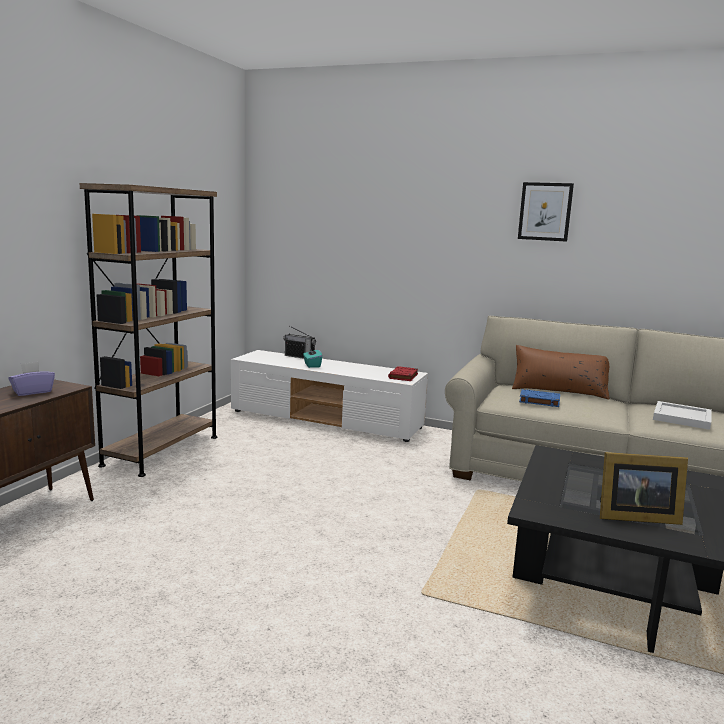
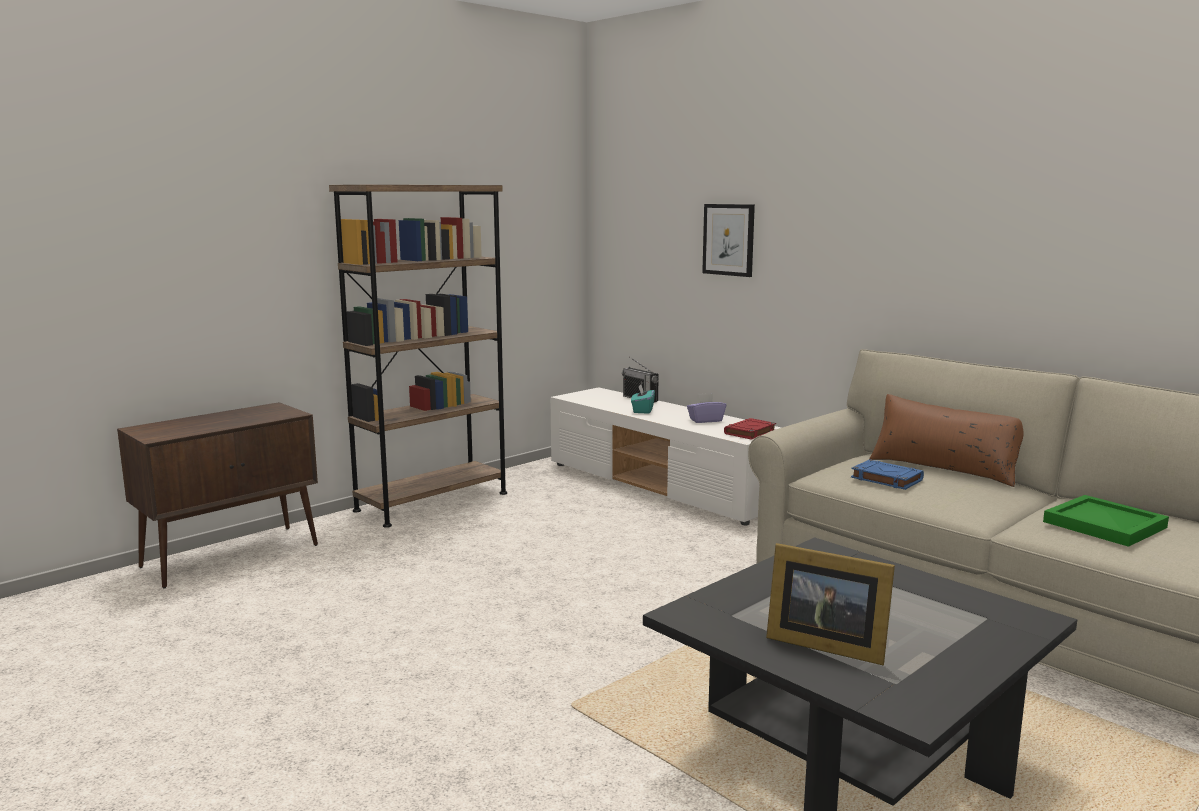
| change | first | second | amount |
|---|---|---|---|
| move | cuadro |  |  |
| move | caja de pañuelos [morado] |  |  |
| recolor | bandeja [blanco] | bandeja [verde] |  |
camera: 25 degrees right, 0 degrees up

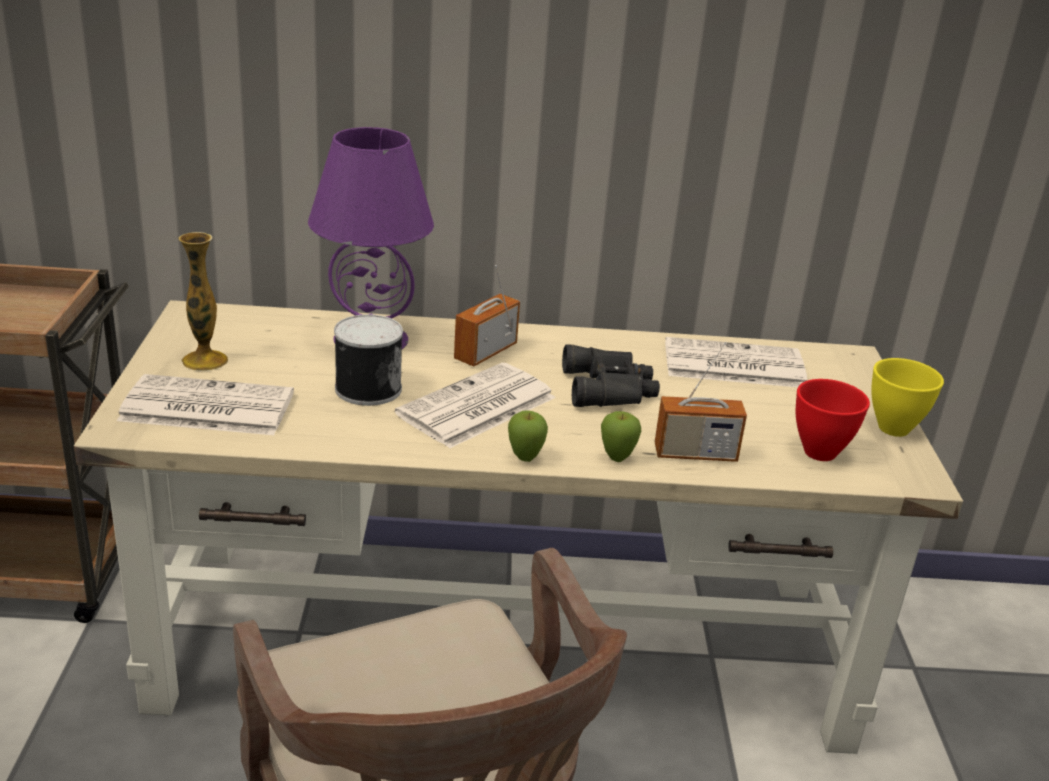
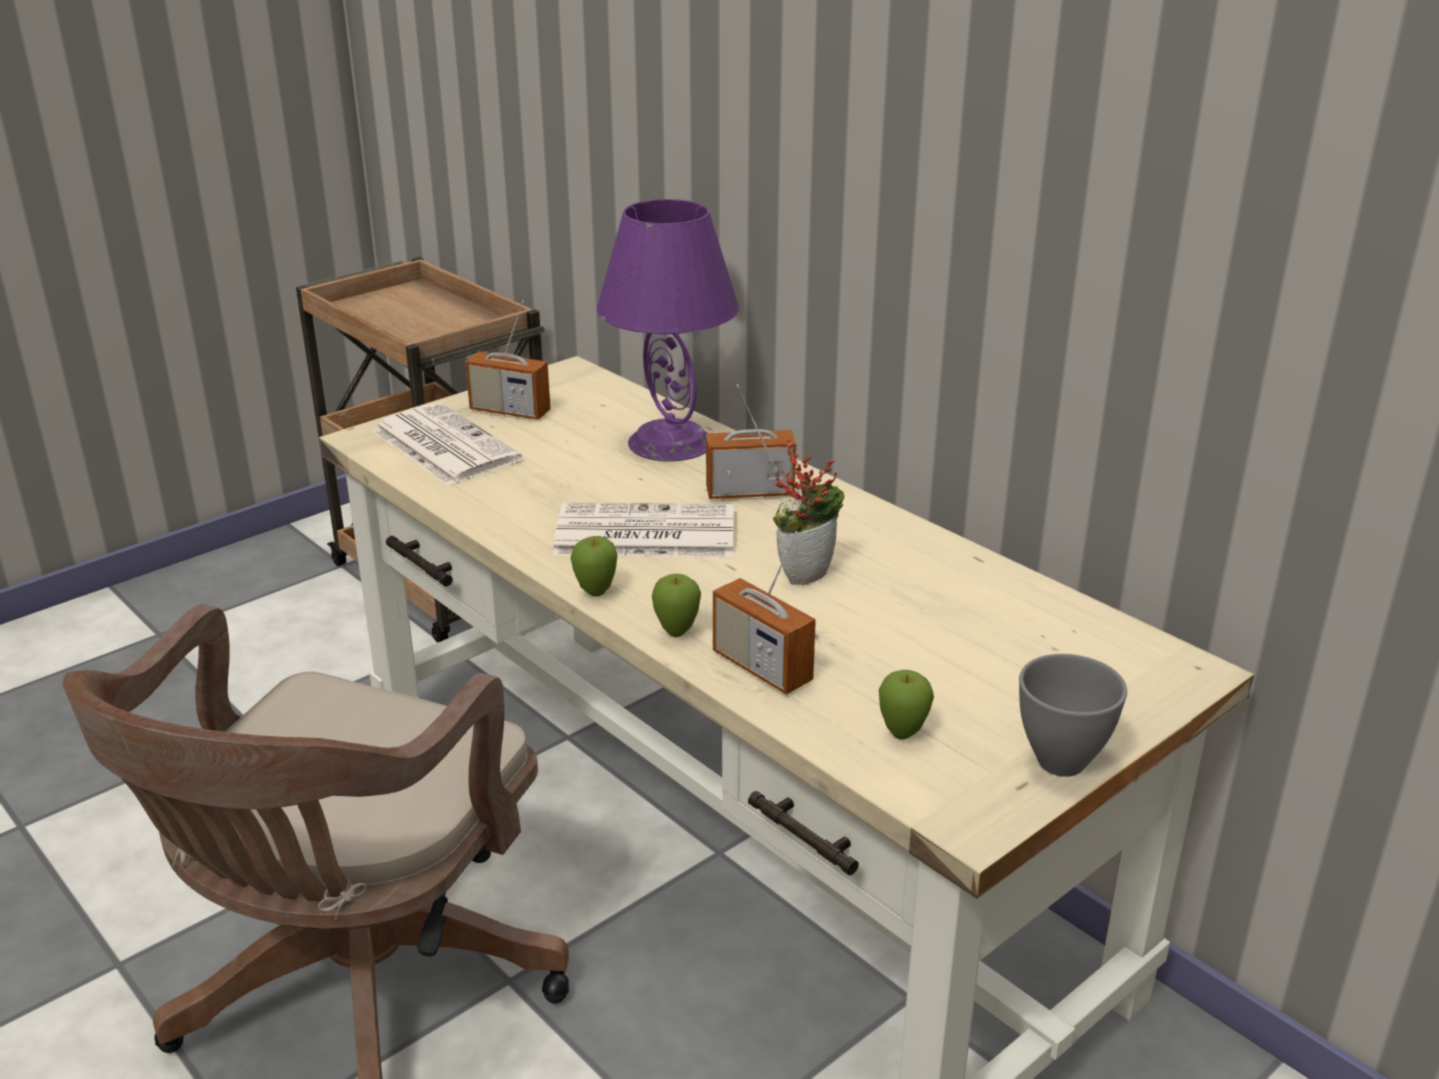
| change | first | second | amount |
|---|---|---|---|
| replace | florero | radio (1st from left) |  |
| delete | lata |  |  |
| delete | periódico (3rd from left) |  |  |
| replace | prismáticos [negro] | planta en maceta |  |
| recolor | cuenco [amarillo] | cuenco [gris] |  |
| replace | cuenco [rojo] | manzana (3rd from left) |  |
camera: 50 degrees right, 0 degrees up

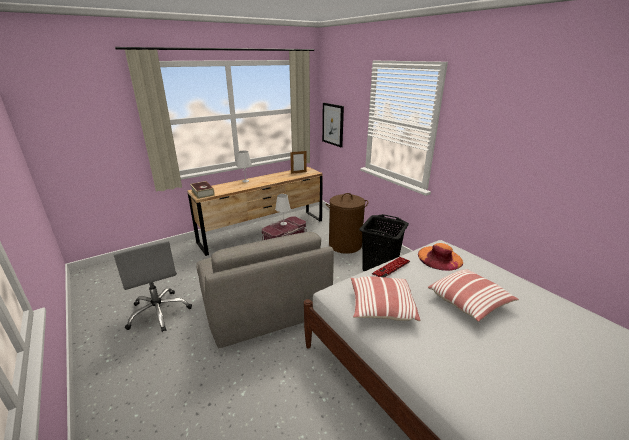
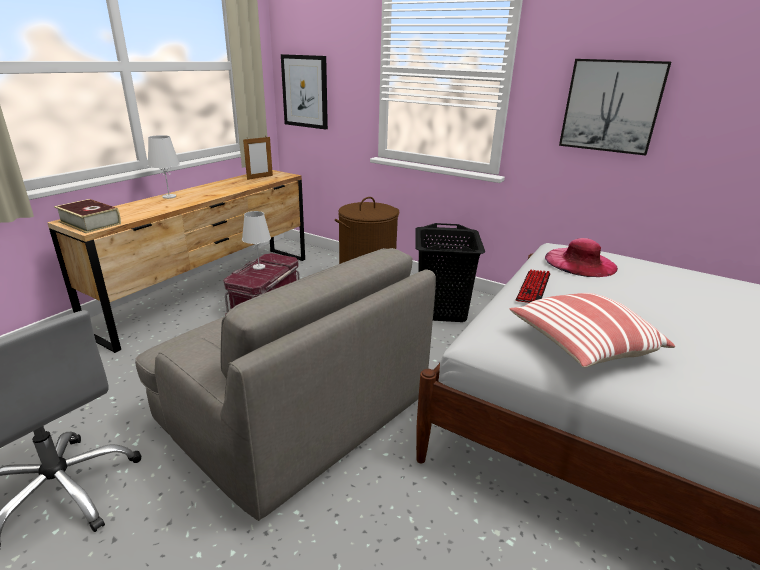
| change | first | second | amount |
|---|---|---|---|
| recolor | sombrero [naranja] | sombrero [rosa] |  |
| delete | cojín (2nd from left) |  |  |
| insert |  | cuadro (2nd from left) |  |
camera: 25 degrees left, 0 degrees up

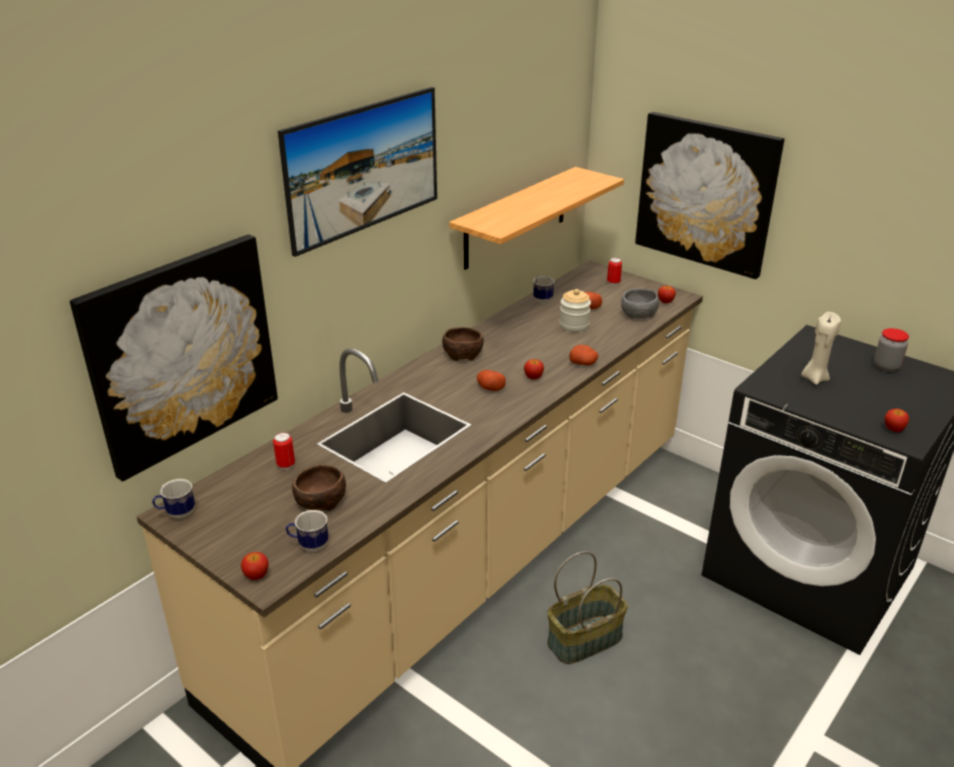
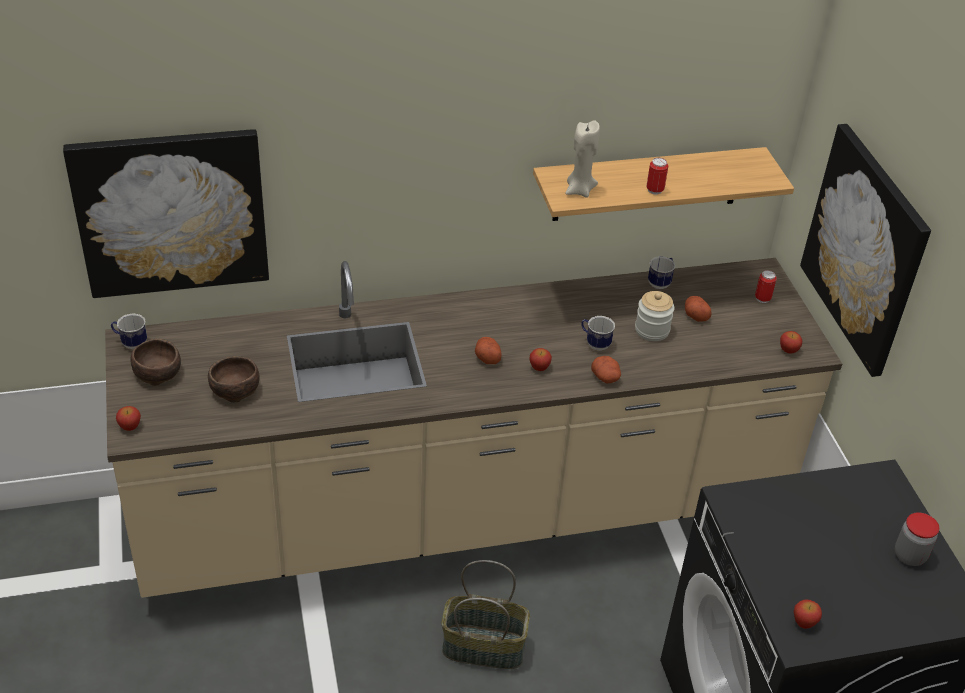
| change | first | second | amount |
|---|---|---|---|
| delete | cuadro (2nd from left) |  |  |
| delete | cuenco [gris] |  |  |
| move | vela [beis] |  |  |
| move | cuenco [marrón] (2nd from left in the first image) | cuenco [marrón] (1st from left) |  |
| move | lata (1st from left) |  |  |
| move | taza grande (2nd from left) |  |  |
camera: 35 degrees right, 10 degrees up

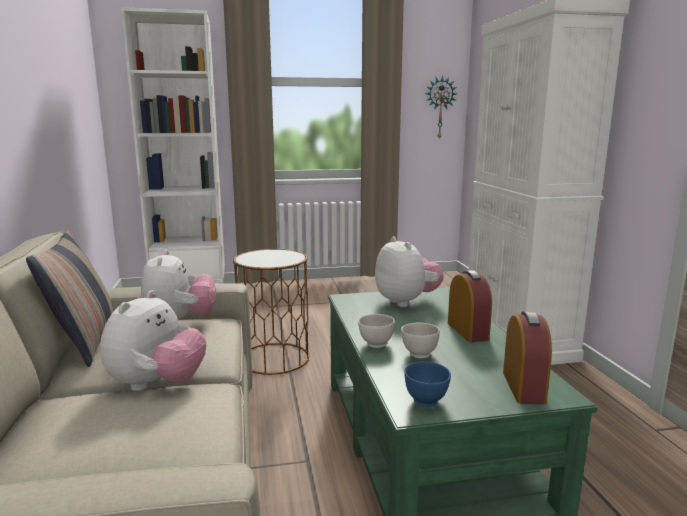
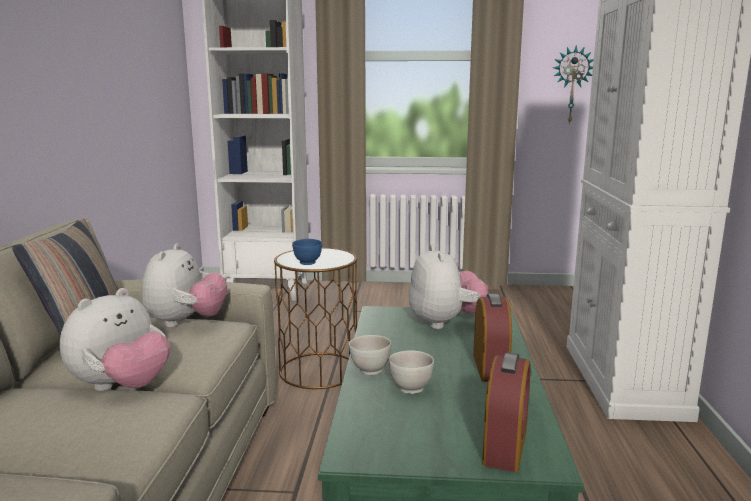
| change | first | second | amount |
|---|---|---|---|
| move | cuenco [azul] |  |  |
camera: 15 degrees right, 0 degrees up

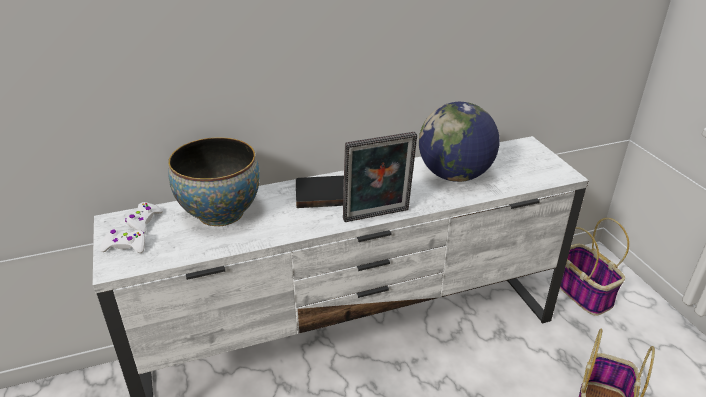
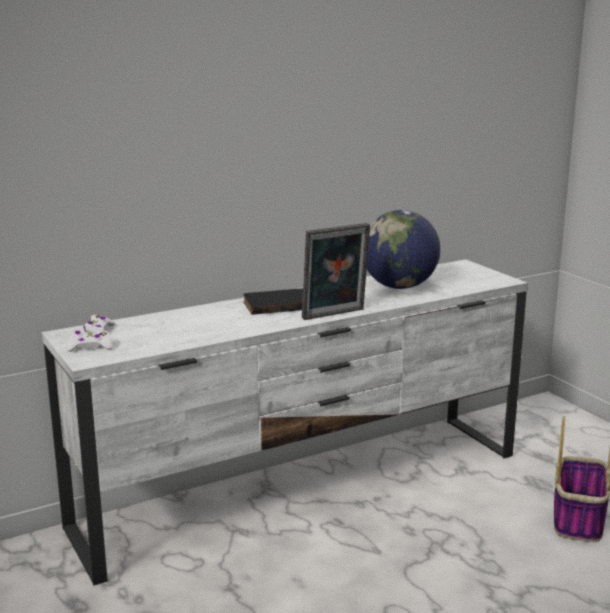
| change | first | second | amount |
|---|---|---|---|
| delete | cuenco |  |  |
| delete | cesta (1st from left) |  |  |
camera: 10 degrees left, 15 degrees down

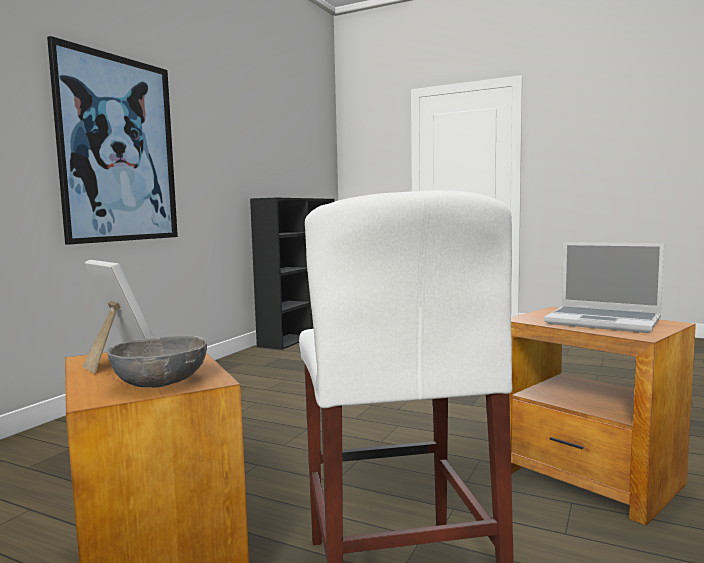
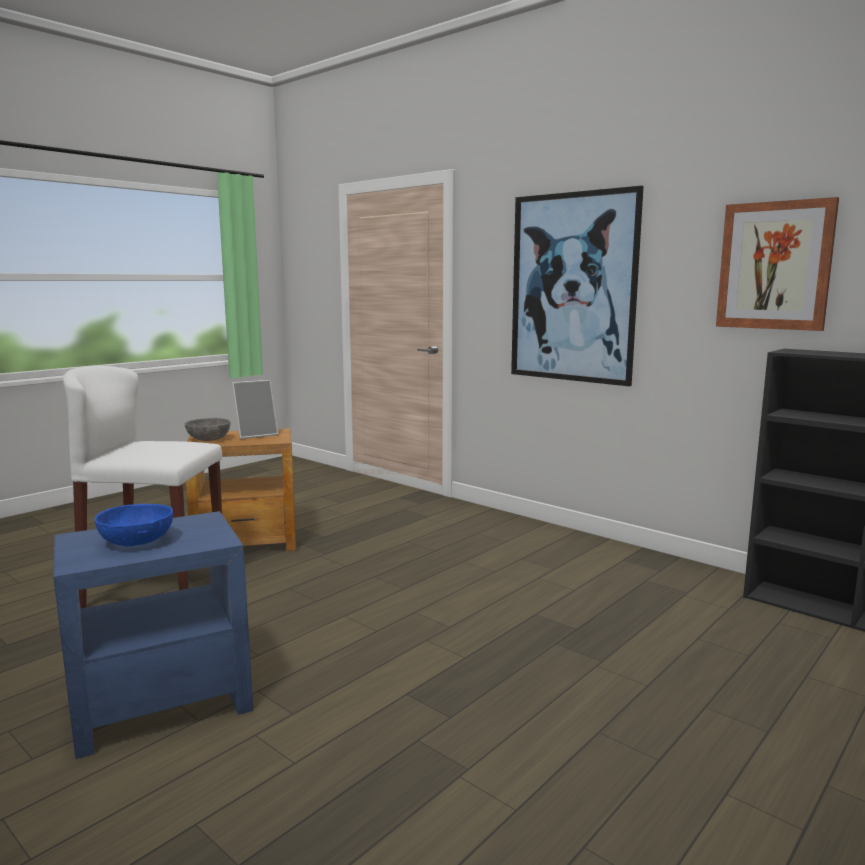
| change | first | second | amount |
|---|---|---|---|
| replace | portátil | cuenco [azul] |  |
| recolor | mesa auxiliar [marrón] (2nd from left) | mesa auxiliar [azul] |  |
| insert |  | cuadro (2nd from left) |  |
camera: 105 degrees right, 5 degrees up

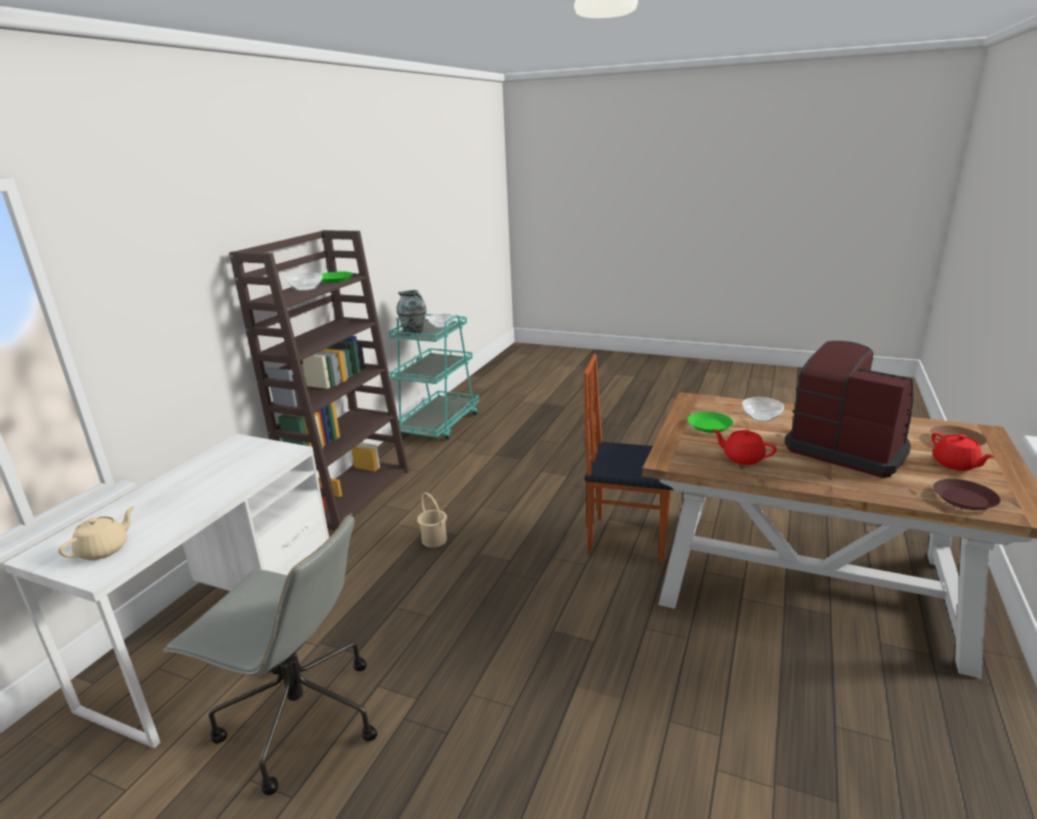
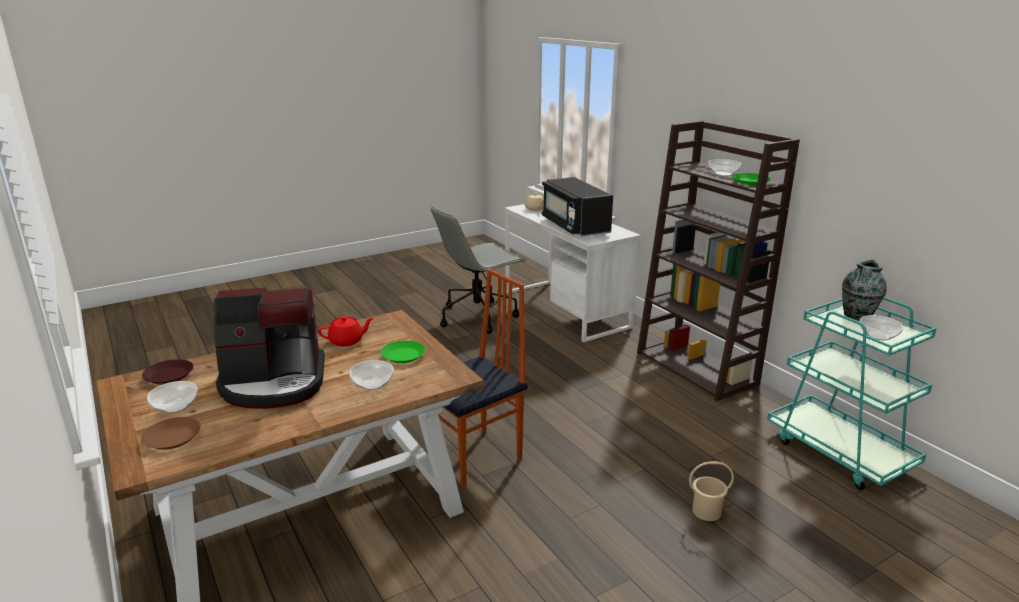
| change | first | second | amount |
|---|---|---|---|
| replace | tetera [rojo] (2nd from left) | cuenco (1st from left) |  |
| move | cubo [beis] |  |  |
| insert |  | microondas [negro] |  |
camera: 125 degrees right, 0 degrees up

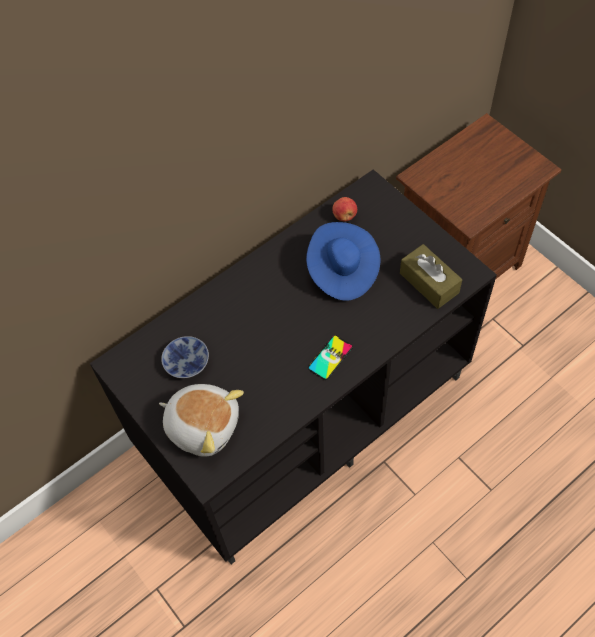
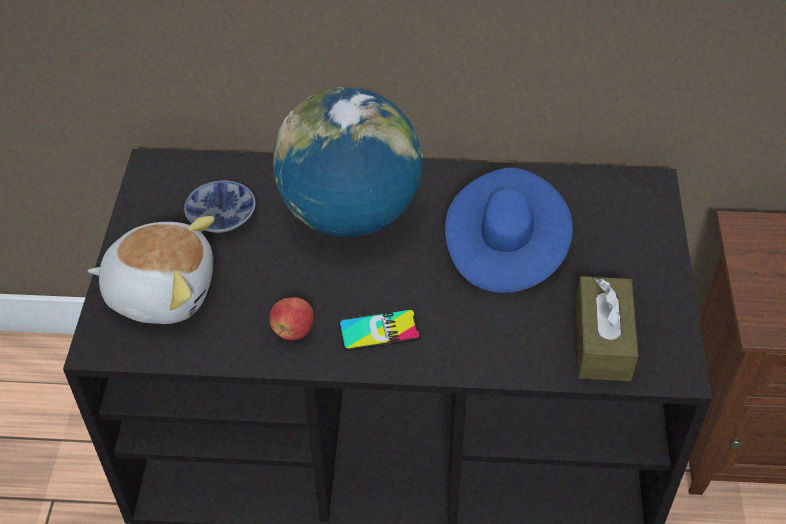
| change | first | second | amount |
|---|---|---|---|
| move | manzana |  |  |
| rotate | peluche |  | 60 degrees counterclockwise |
| insert |  | globo terráqueo |  |
camera: 40 degrees right, 10 degrees down

